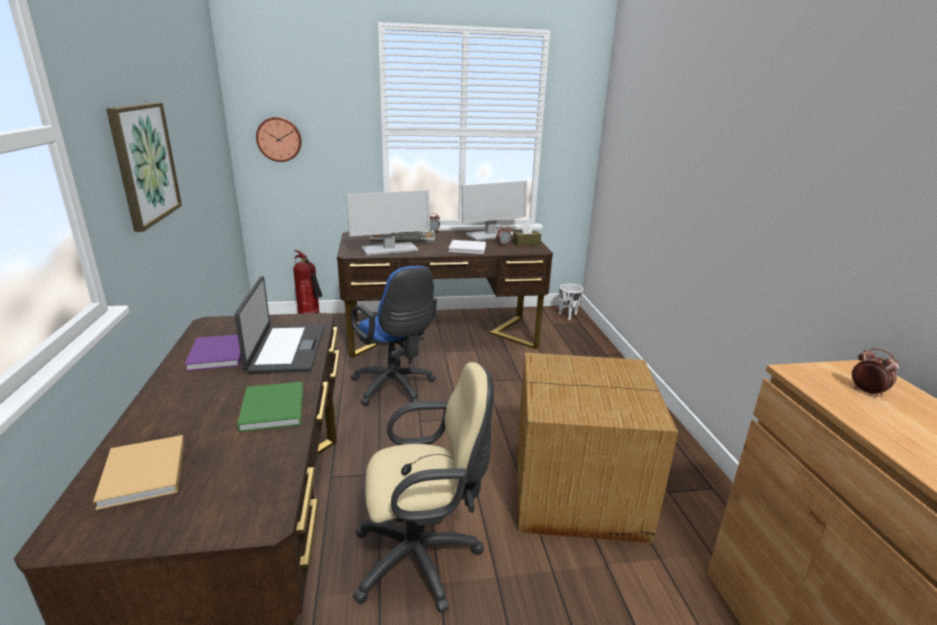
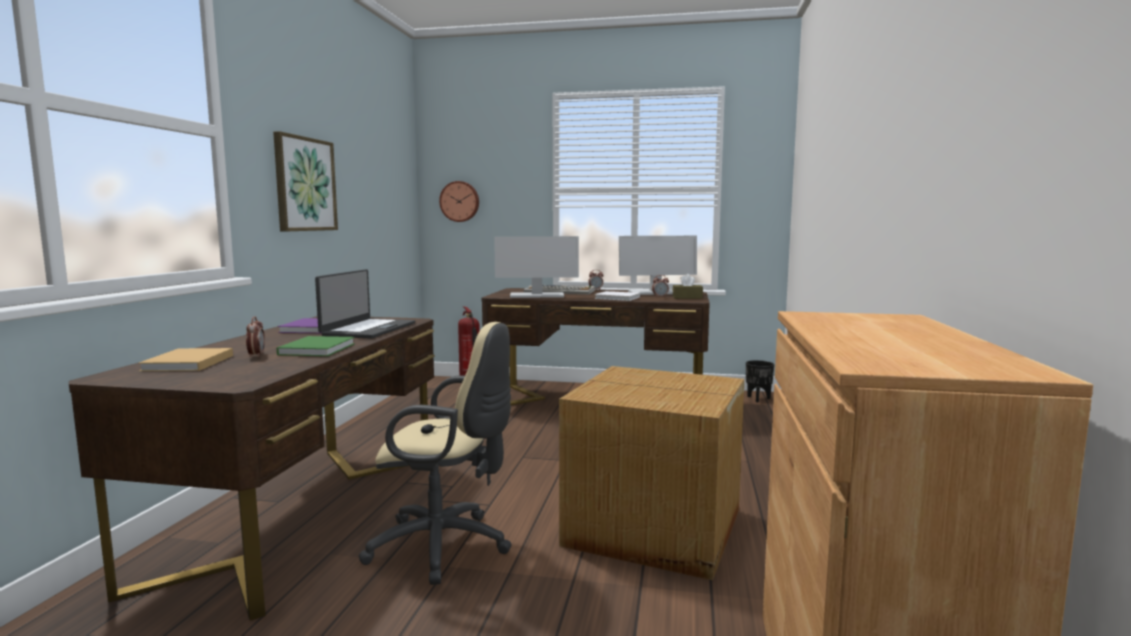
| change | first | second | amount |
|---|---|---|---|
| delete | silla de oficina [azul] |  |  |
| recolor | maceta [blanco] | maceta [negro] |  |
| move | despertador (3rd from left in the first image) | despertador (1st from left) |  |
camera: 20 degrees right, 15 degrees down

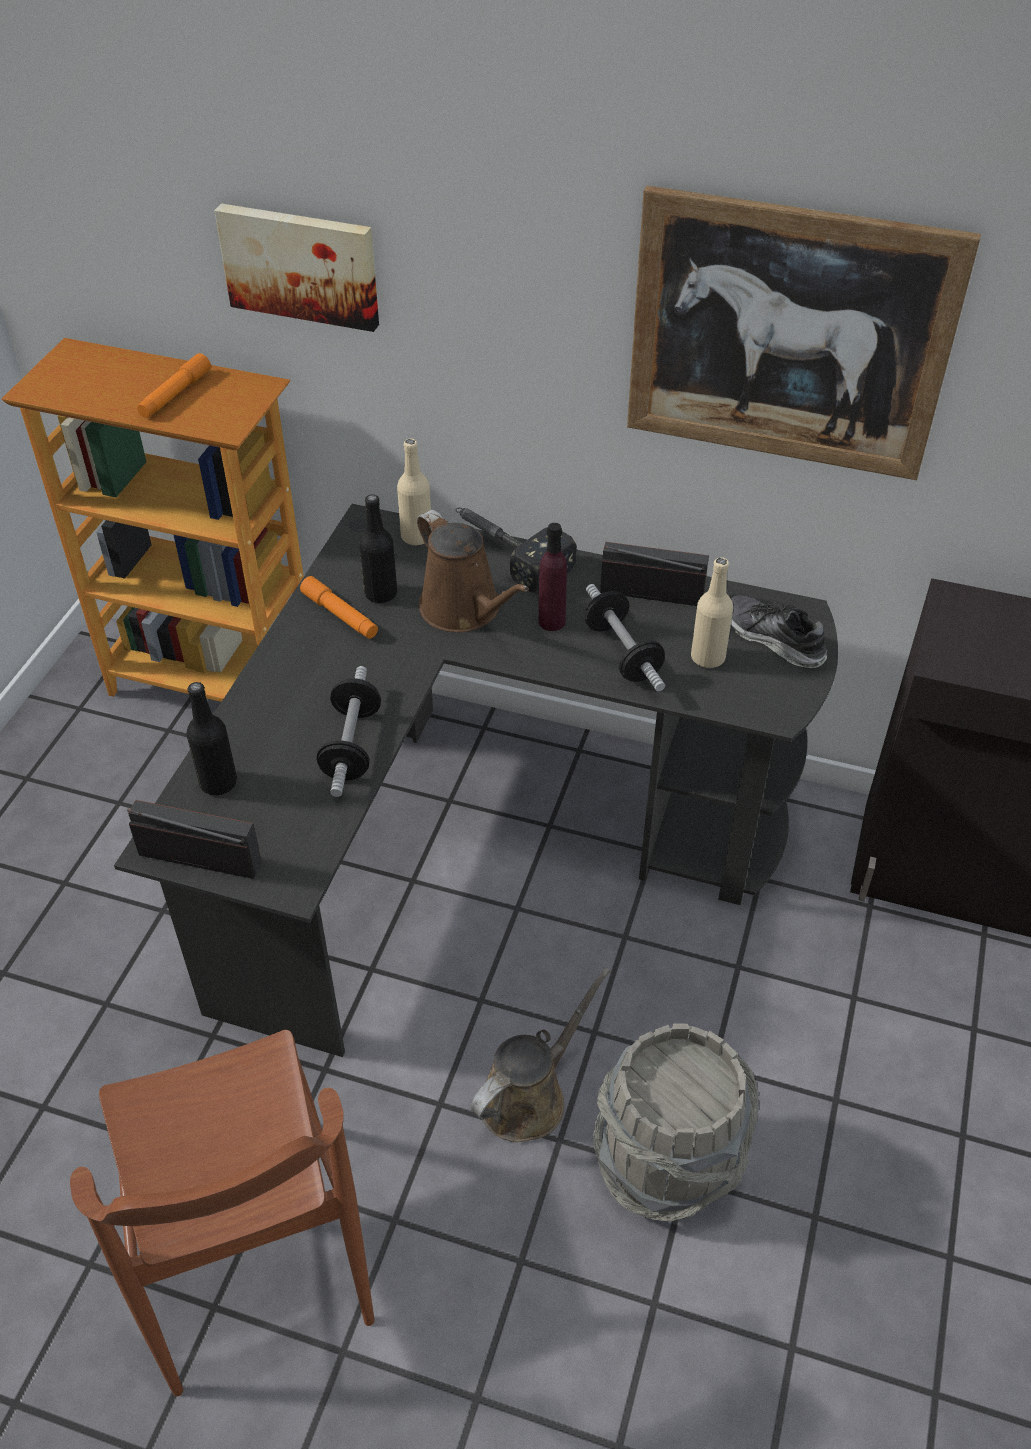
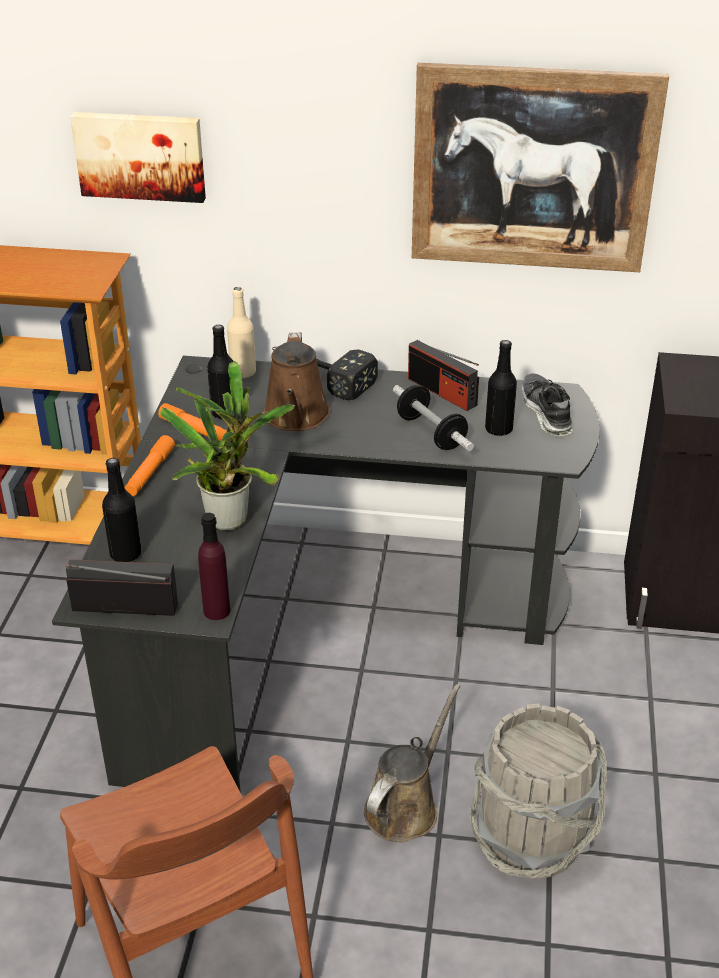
| change | first | second | amount |
|---|---|---|---|
| move | linterna [naranja] (1st from left) |  |  |
| rotate | regadera [marrón] (1st from left) |  | 45 degrees clockwise |
| move | botella [morado] |  |  |
| rotate | radio (2nd from left) |  | 135 degrees counterclockwise |
| recolor | botella [beis] (2nd from left) | botella [negro] (3rd from left) |  |
| rotate | zapato |  | 45 degrees clockwise |
| replace | mancuerna (1st from left) | planta en maceta |  |
camera: 10 degrees left, 10 degrees down

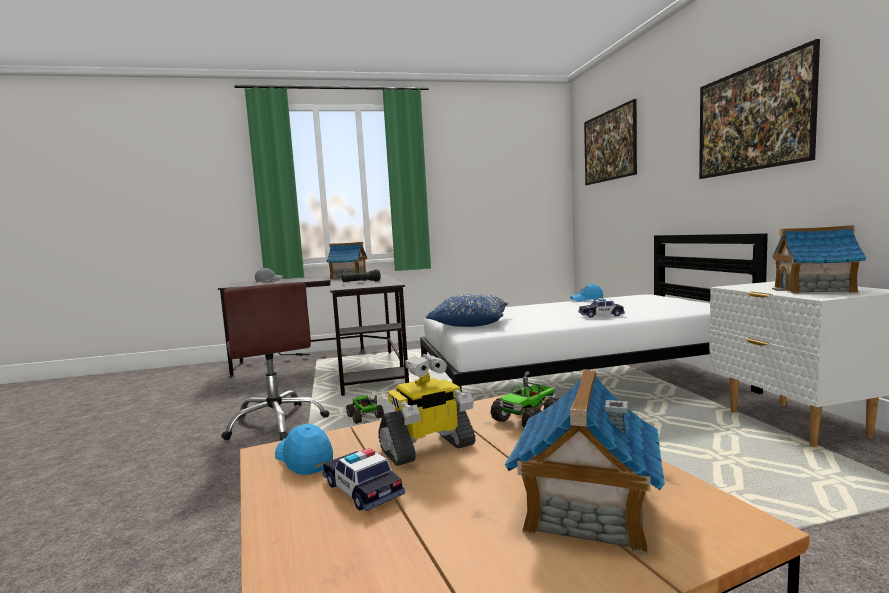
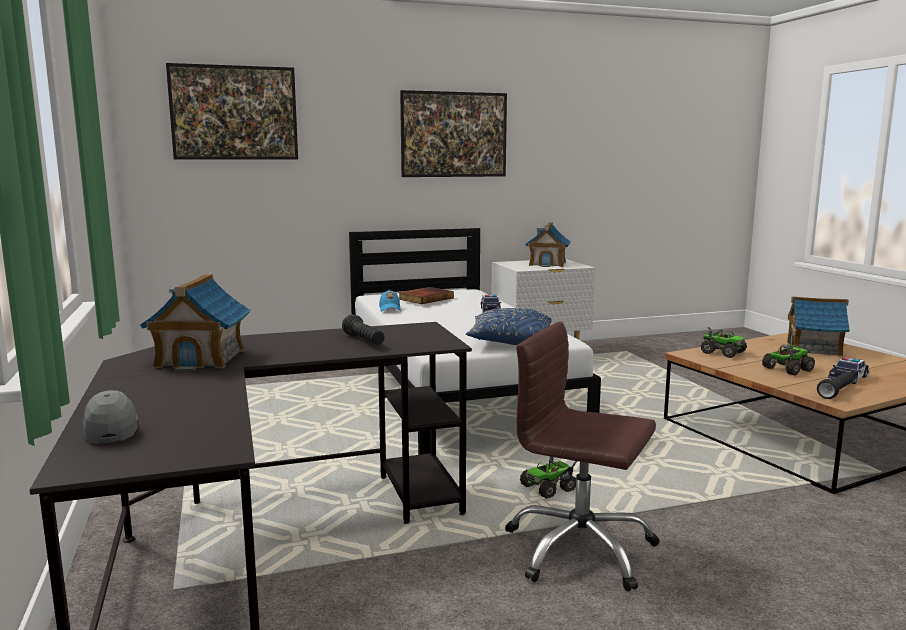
| change | first | second | amount |
|---|---|---|---|
| rotate | silla de oficina [marrón] |  | 120 degrees counterclockwise |
| replace | robot de juguete | camión de juguete (3rd from left) |  |
| replace | gorra [azul] (1st from left) | linterna [negro] (2nd from left) |  |
| insert |  | libro |  |
camera: 95 degrees left, 5 degrees up

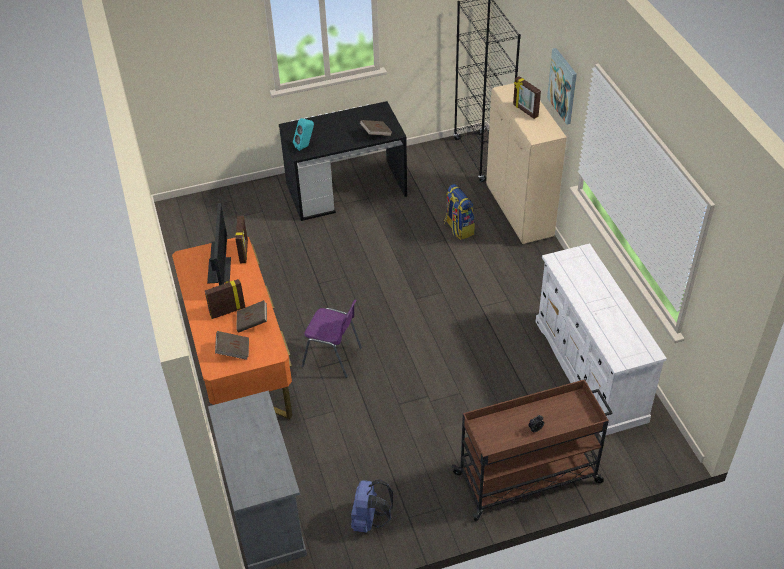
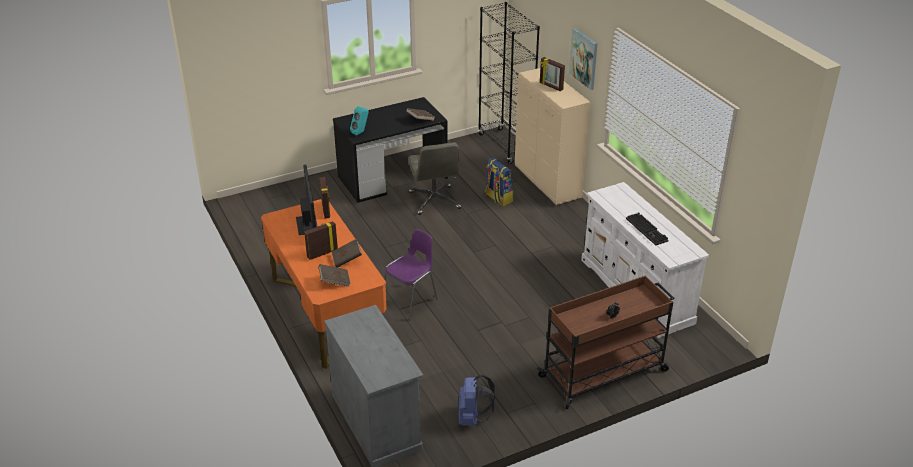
| change | first | second | amount |
|---|---|---|---|
| rotate | silla [morado] |  | 60 degrees counterclockwise |
| insert |  | silla de oficina [gris] |  |
| insert |  | teclado |  |
camera: 10 degrees left, 10 degrees down

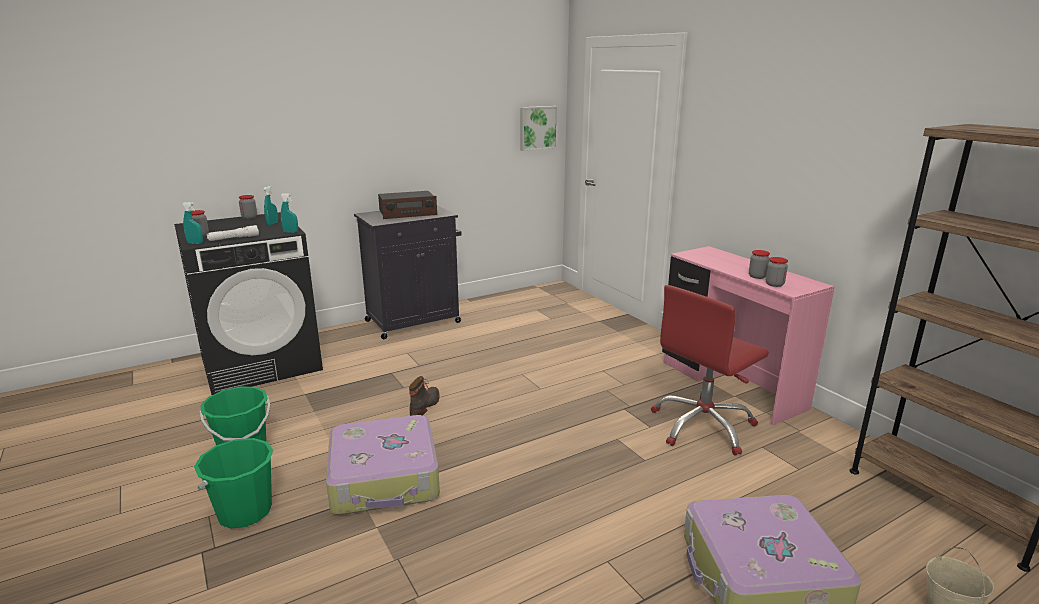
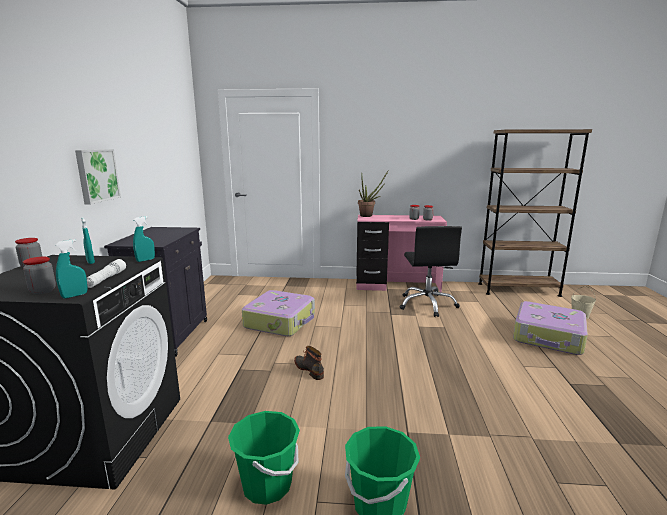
| change | first | second | amount |
|---|---|---|---|
| move | cuadro |  |  |
| delete | radio |  |  |
| recolor | silla de oficina [rojo] | silla de oficina [negro] |  |
| move | maleta (1st from left) |  |  |
| insert |  | planta en maceta |  |
camera: 55 degrees left, 5 degrees down

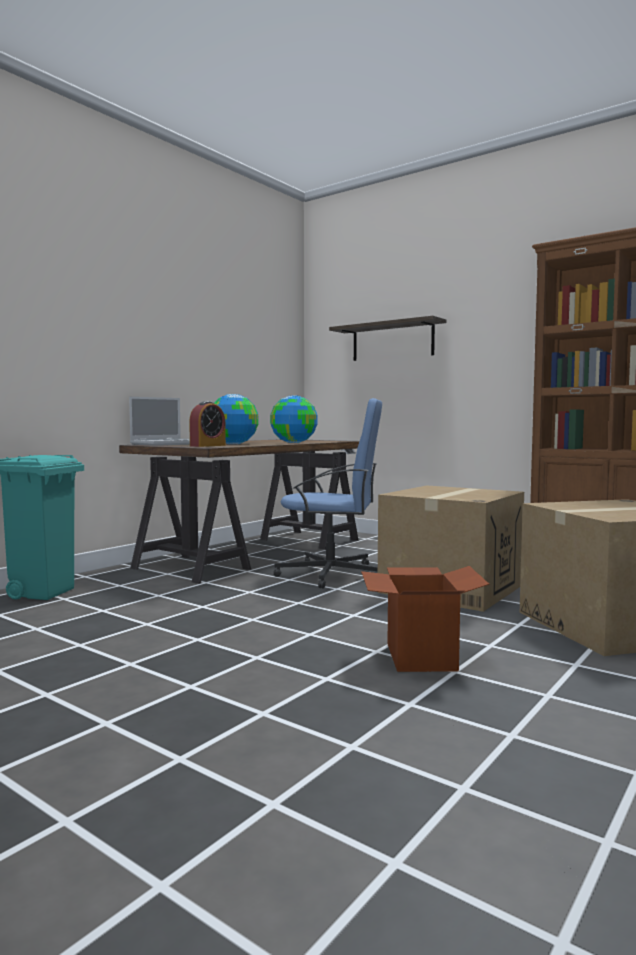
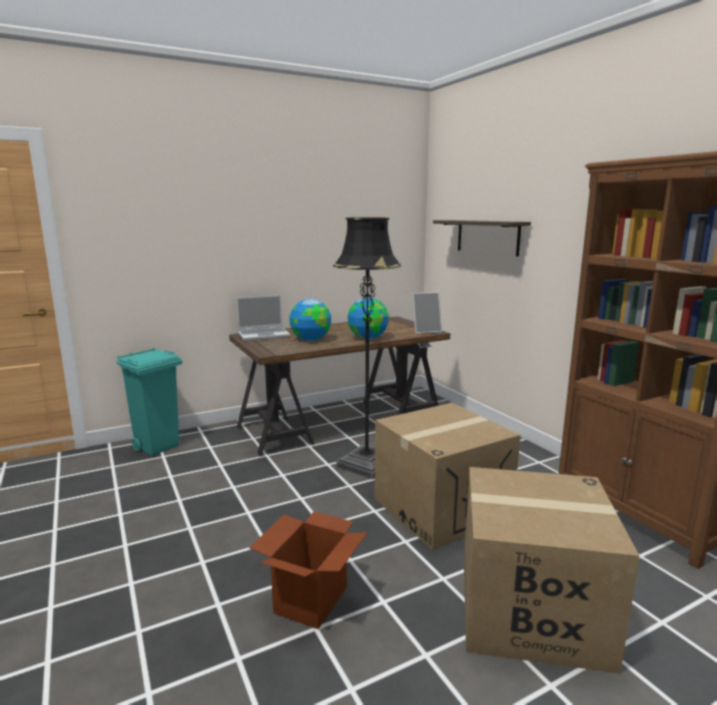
| change | first | second | amount |
|---|---|---|---|
| replace | silla de oficina [azul] | lámpara de pie [negro] |  |
| delete | despertador |  |  |
| insert |  | portarretratos |  |
camera: 25 degrees right, 10 degrees up

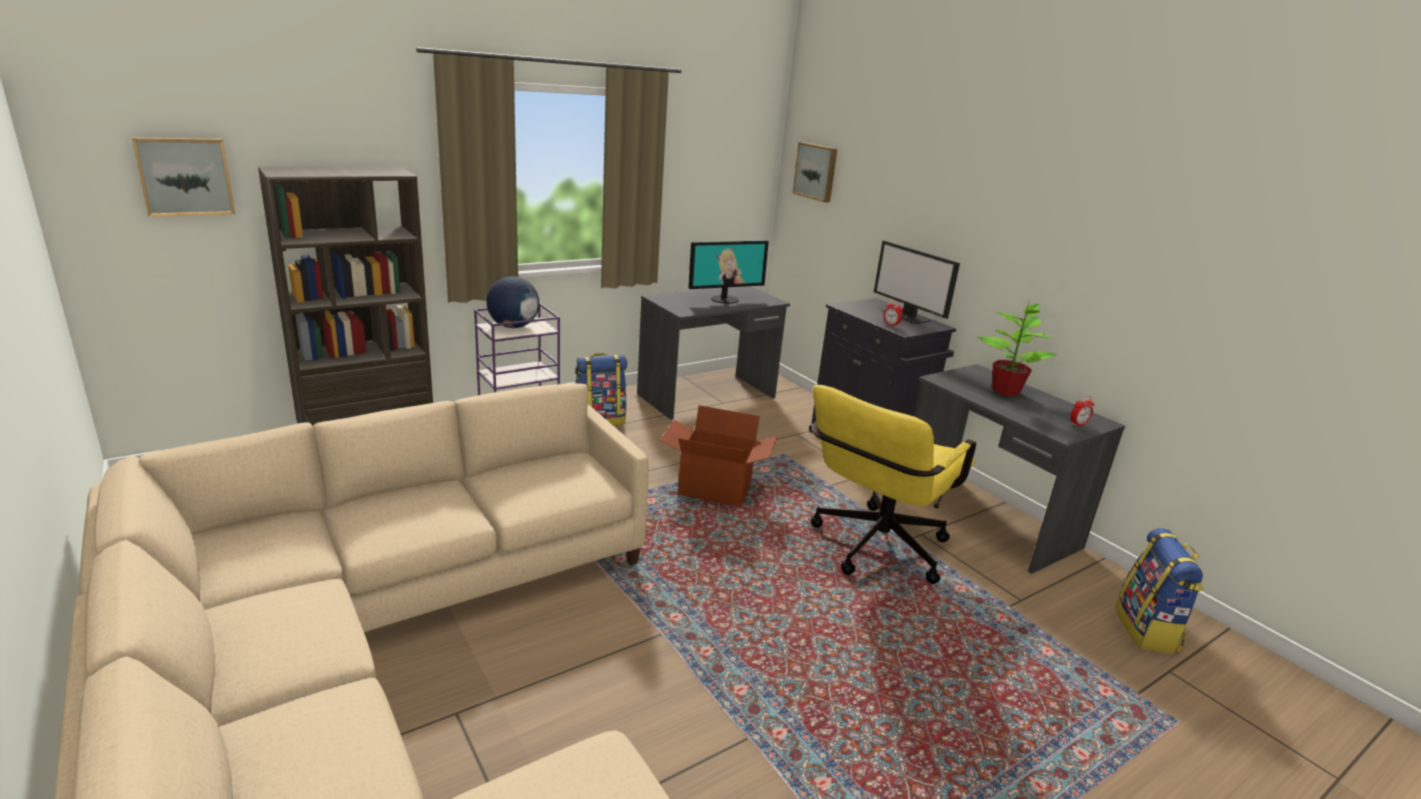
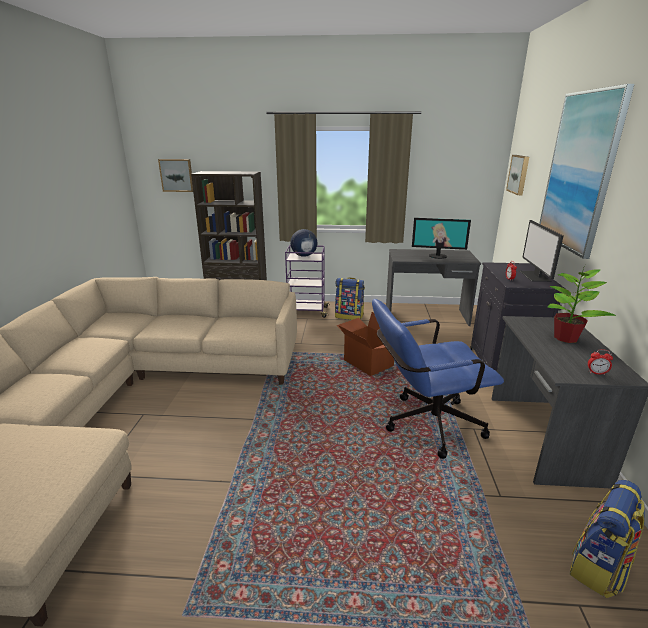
| change | first | second | amount |
|---|---|---|---|
| recolor | silla de oficina [amarillo] | silla de oficina [azul] |  |
| insert |  | cuadro (3rd from left) |  |
camera: 40 degrees right, 0 degrees up

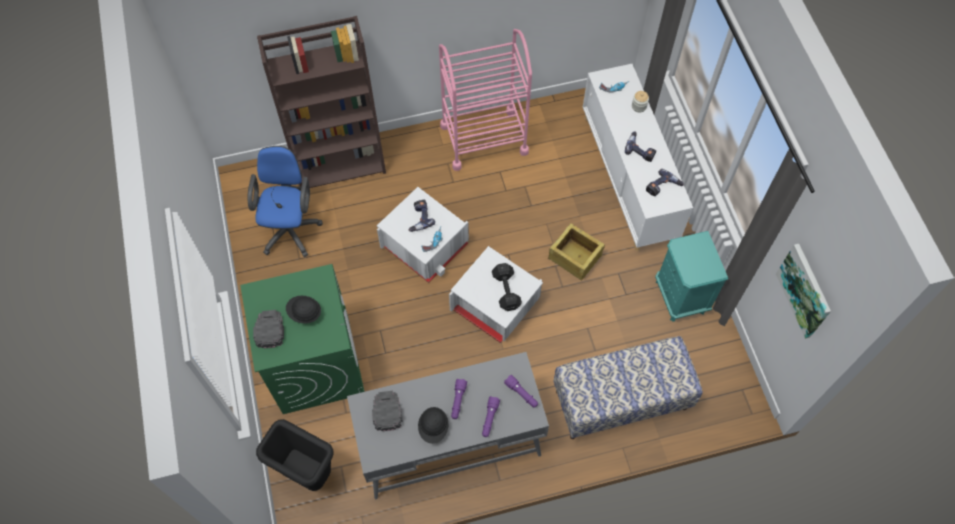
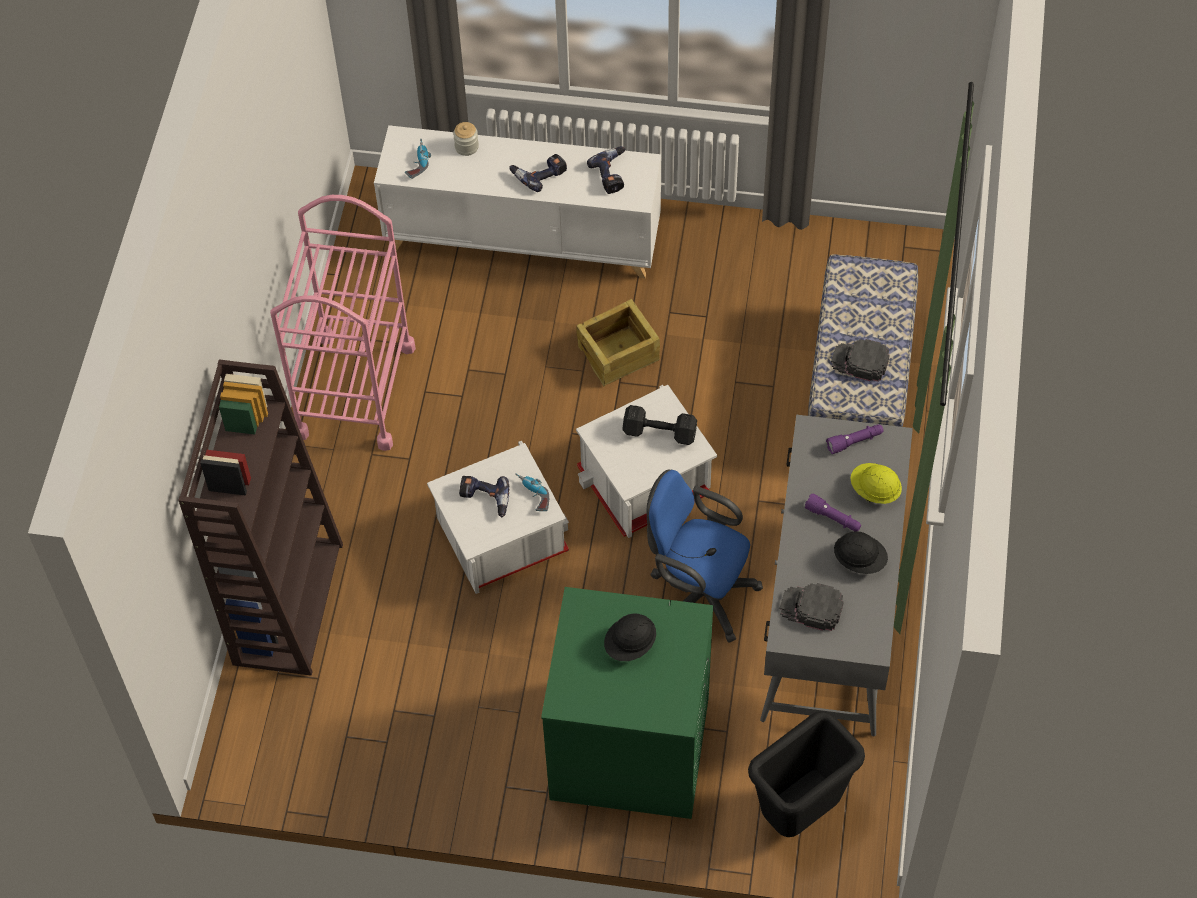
| change | first | second | amount |
|---|---|---|---|
| move | silla de oficina [azul] |  |  |
| delete | mesita de noche [turquesa] |  |  |
| delete | cuadro |  |  |
| move | gorra [negro] (1st from left in the first image) | gorra [negro] (2nd from left) |  |
| replace | linterna [morado] (2nd from left) | casco [amarillo] |  |
camera: 65 degrees left, 5 degrees down

